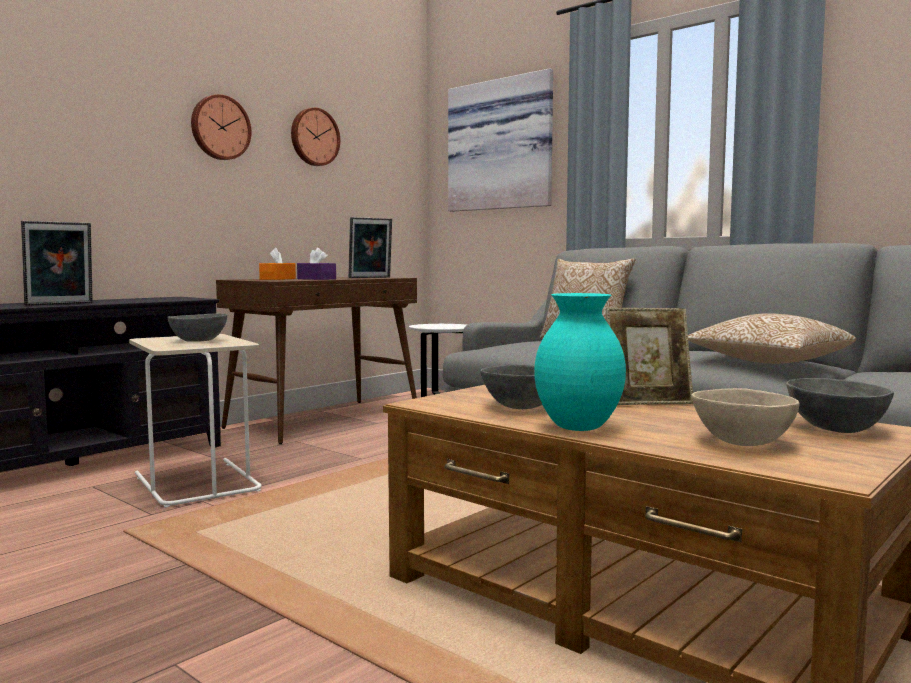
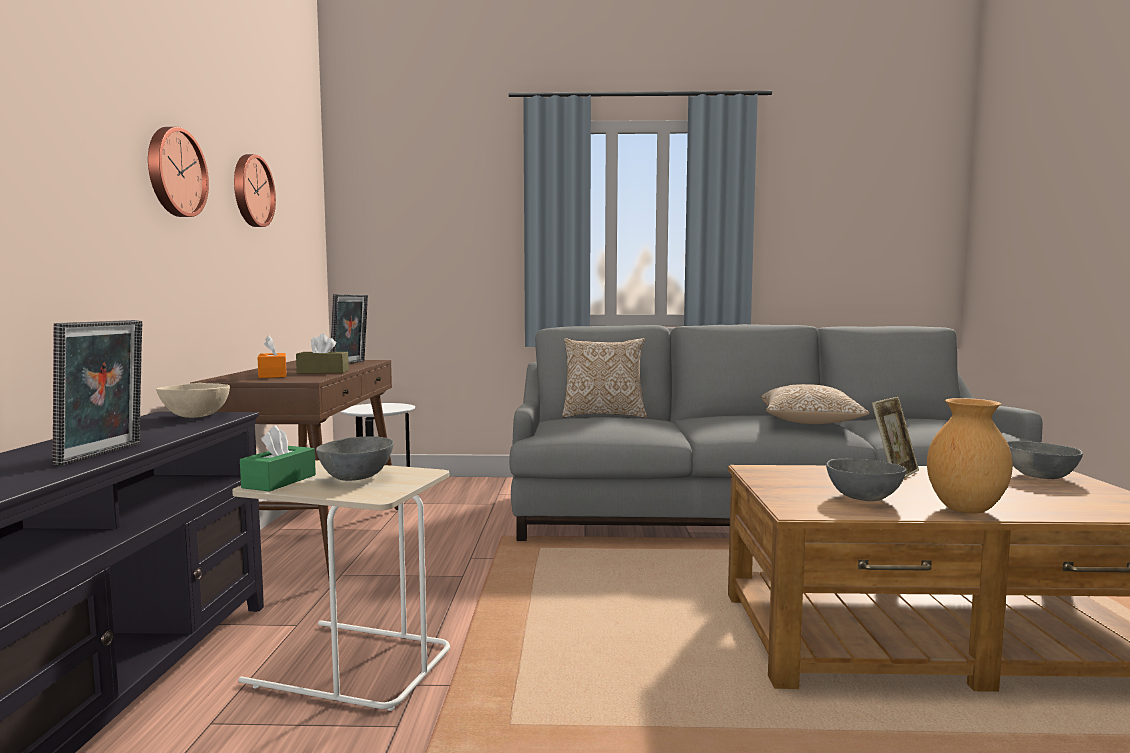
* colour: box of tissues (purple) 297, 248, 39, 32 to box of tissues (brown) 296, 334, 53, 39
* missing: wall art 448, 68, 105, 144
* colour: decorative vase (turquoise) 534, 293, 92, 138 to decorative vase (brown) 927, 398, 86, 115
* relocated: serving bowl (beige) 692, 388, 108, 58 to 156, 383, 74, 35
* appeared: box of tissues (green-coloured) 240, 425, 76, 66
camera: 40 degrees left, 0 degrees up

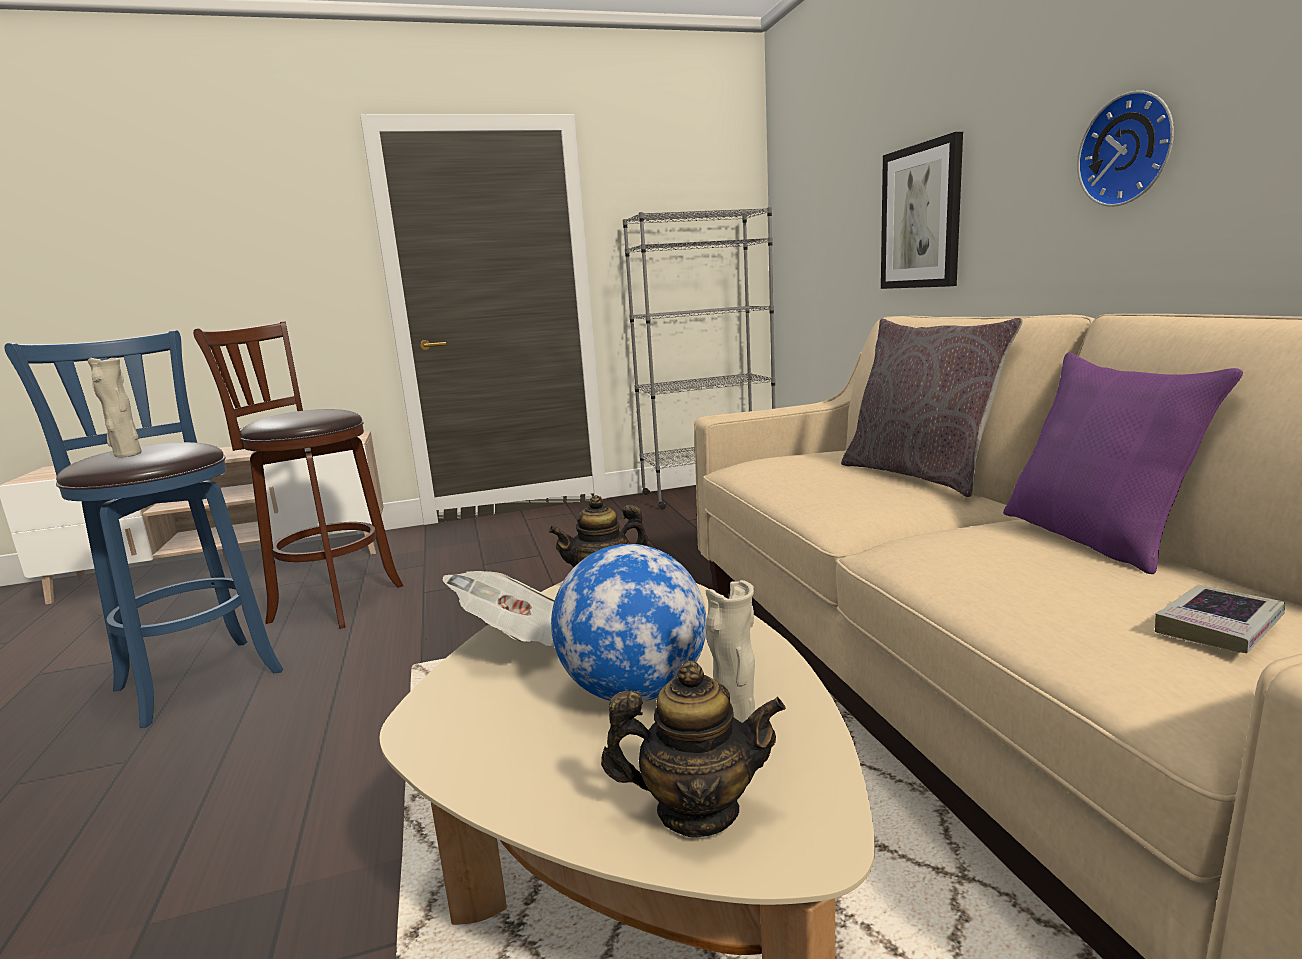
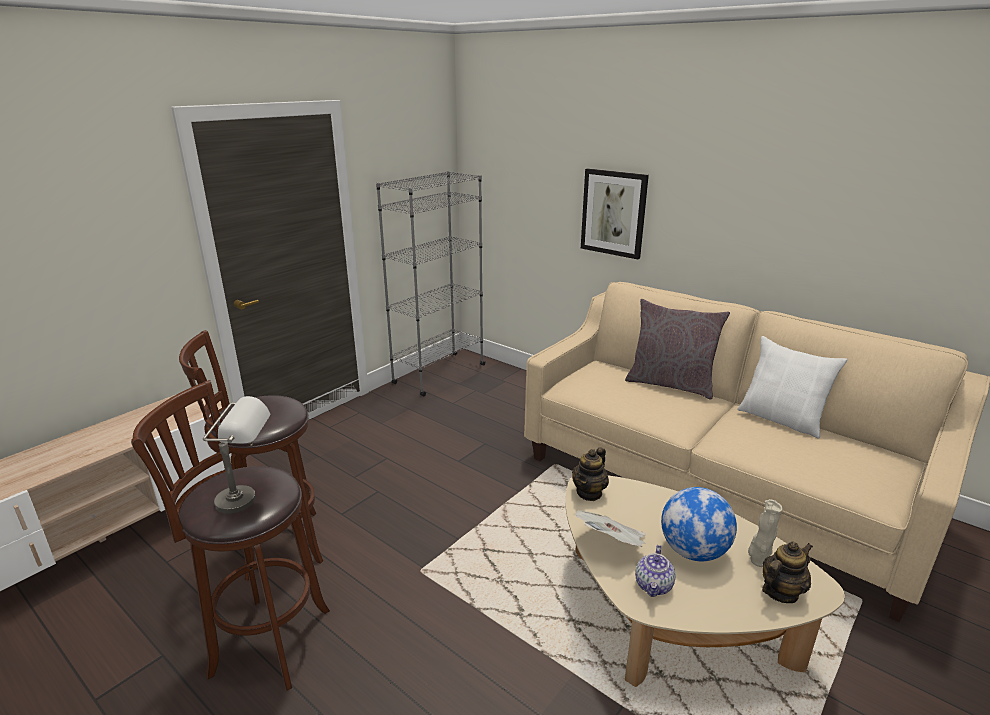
* colour: stool (bluish) 4, 330, 279, 398 to stool (brown) 131, 380, 199, 311
* exchanged: decorative vase (beige) 87, 358, 55, 99 to table lamp (grey) 203, 396, 67, 118
* colour: throw pillow (purple) 1003, 353, 240, 221 to throw pillow (whitish) 737, 336, 110, 103
* missing: wall clock 1077, 90, 97, 117
* missing: bound book 1155, 585, 130, 68
* appeared: tea pot 635, 545, 41, 52
camera: 35 degrees left, 10 degrees up

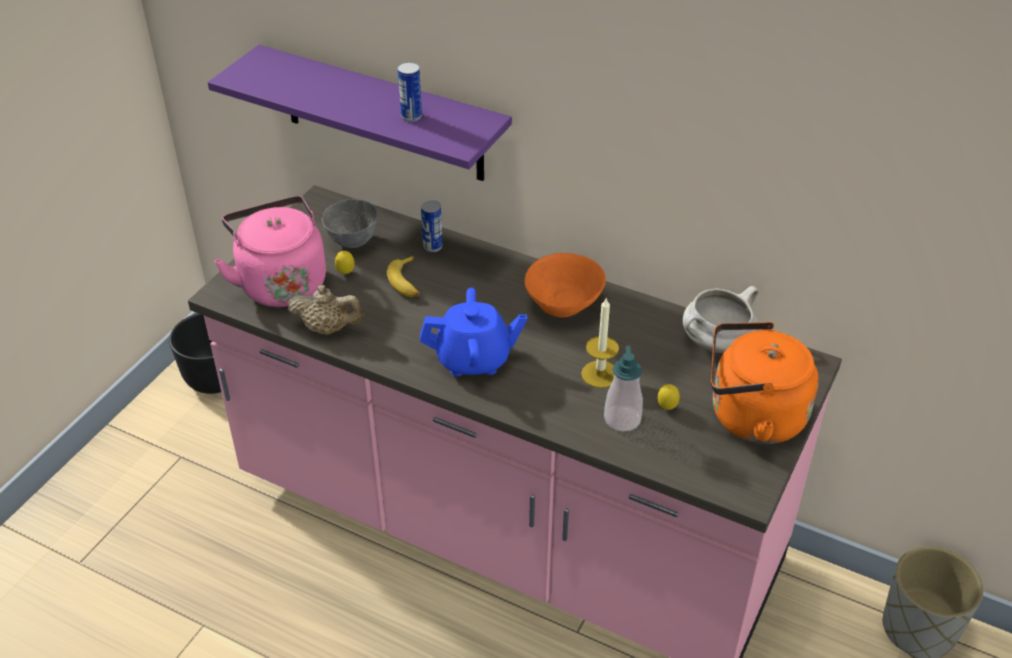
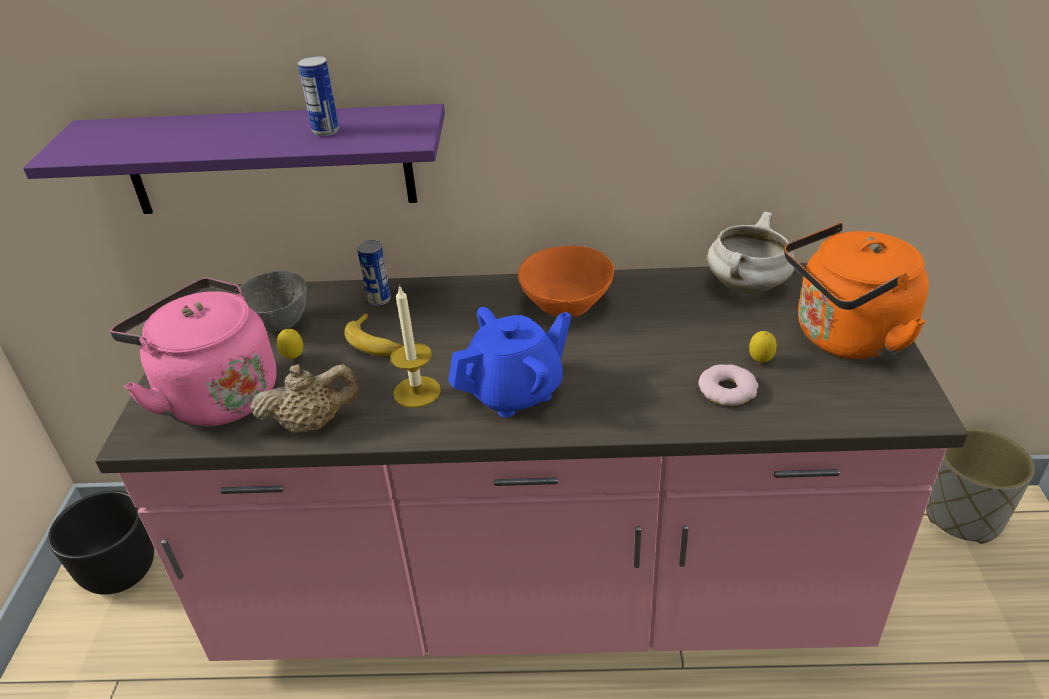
* relocated: candle 581, 298, 38, 90 to 390, 285, 51, 123
* exchanged: liquid soap bottle 604, 346, 39, 86 to doughnut 698, 364, 61, 42
camera: 25 degrees left, 5 degrees down

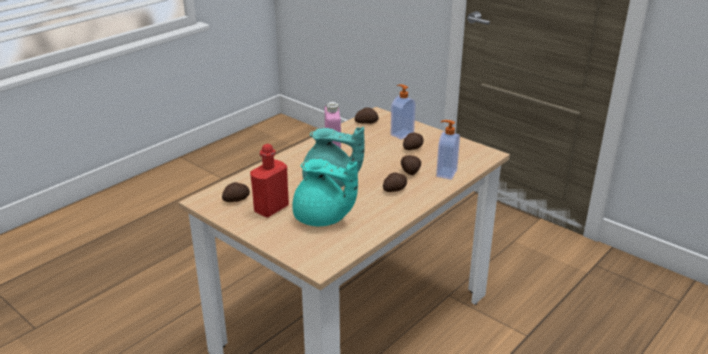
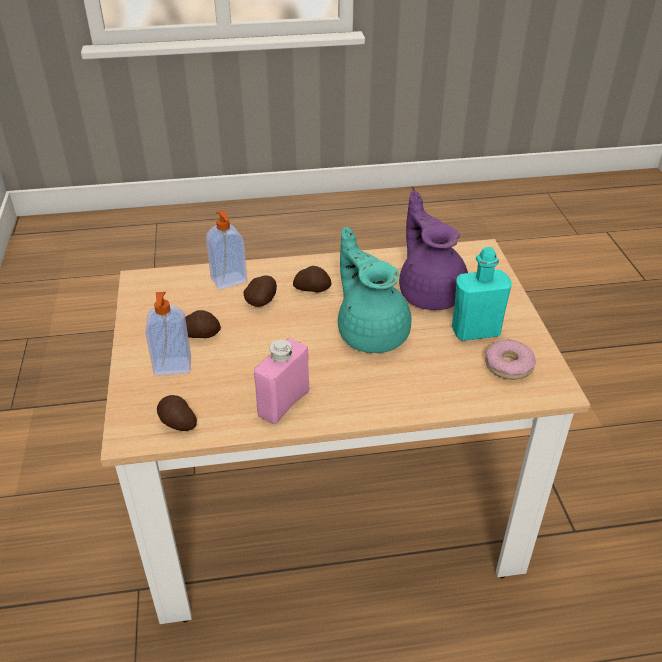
* exchanged: whole potato 222, 182, 28, 20 to doughnut 485, 339, 51, 41
* colour: drink bottle (red) 250, 144, 39, 73 to drink bottle (turquoise) 452, 247, 60, 94
* colour: tea pot (turquoise) 292, 159, 66, 67 to tea pot (purple) 399, 191, 69, 119
camera: 140 degrees left, 10 degrees up

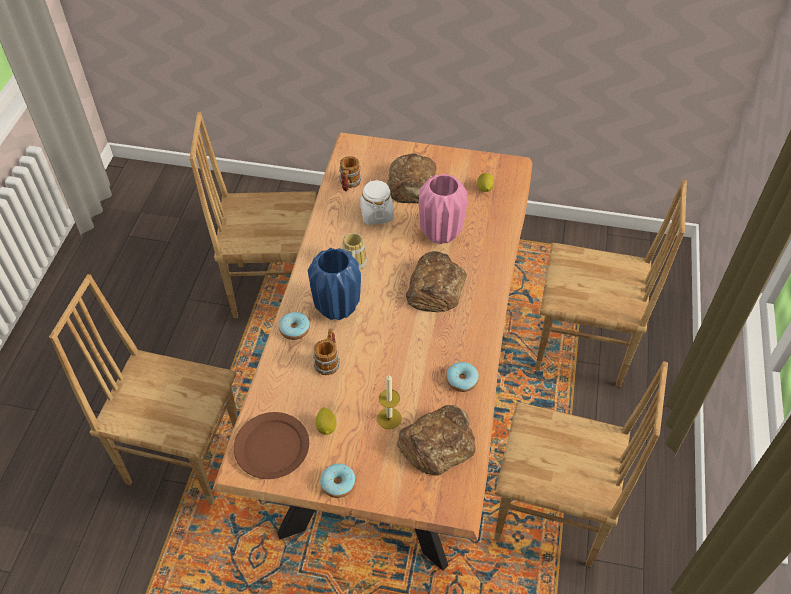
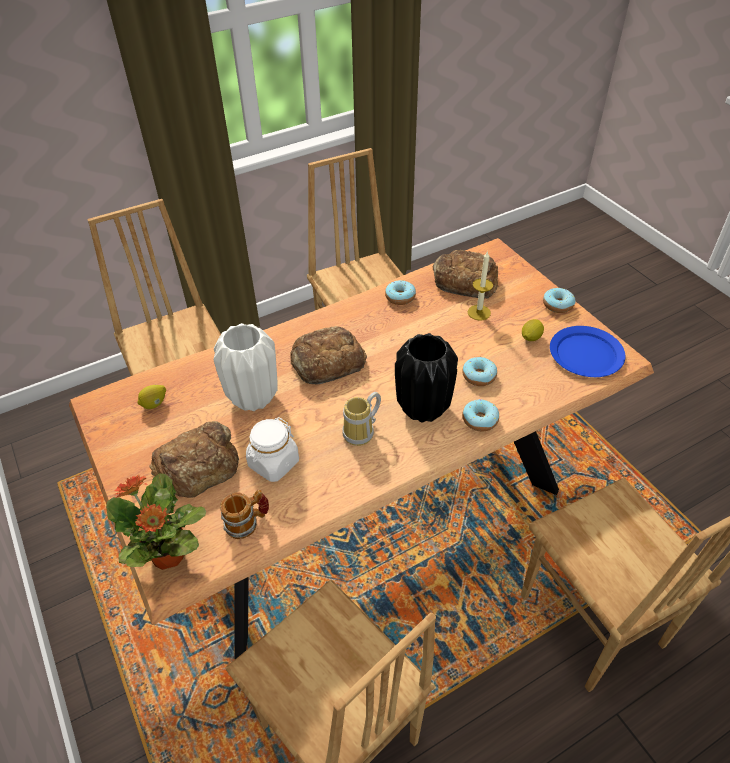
* colour: plate (brown) 234, 412, 75, 67 to plate (bluish) 550, 326, 75, 51
* colour: decorative vase (bluish) 308, 248, 53, 72 to decorative vase (black) 395, 333, 63, 90
* exchanged: coffee mug 313, 329, 27, 46 to doughnut 462, 357, 35, 29
* colour: decorative vase (pinkish) 419, 174, 48, 70 to decorative vase (whitish) 213, 323, 65, 88
* appeared: houseplant 106, 473, 100, 97
camera: 130 degrees left, 5 degrees down

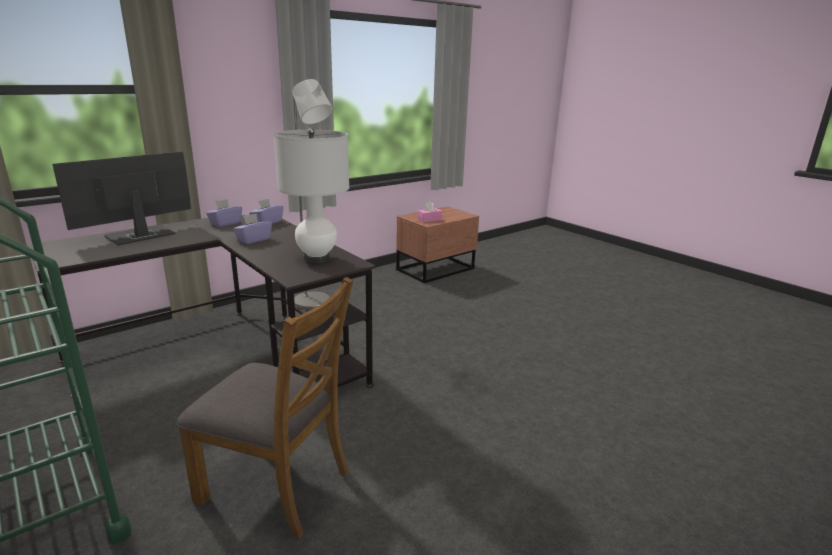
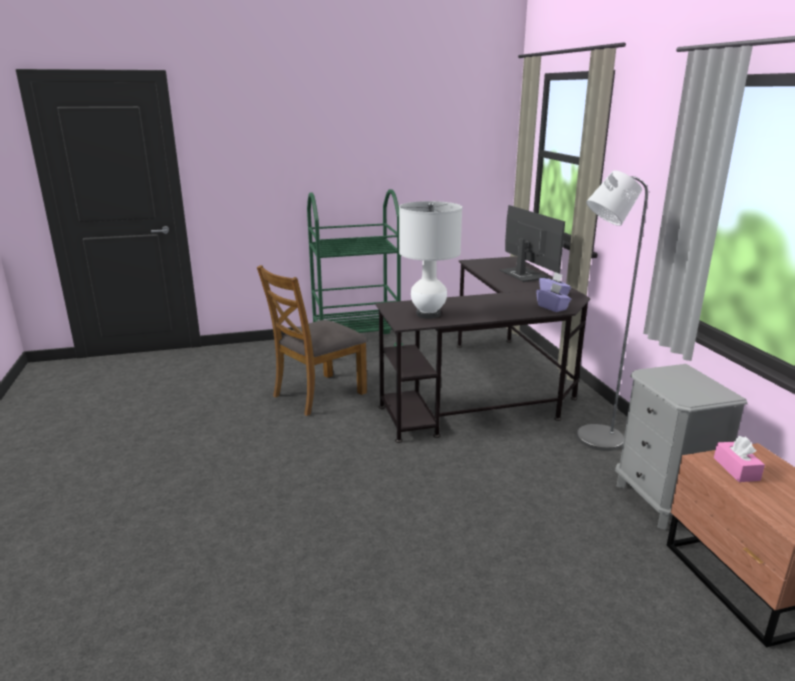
* missing: box of tissues (purple) 233, 213, 39, 31
* appeared: night table (grey) 615, 364, 133, 166
camera: 115 degrees right, 0 degrees up

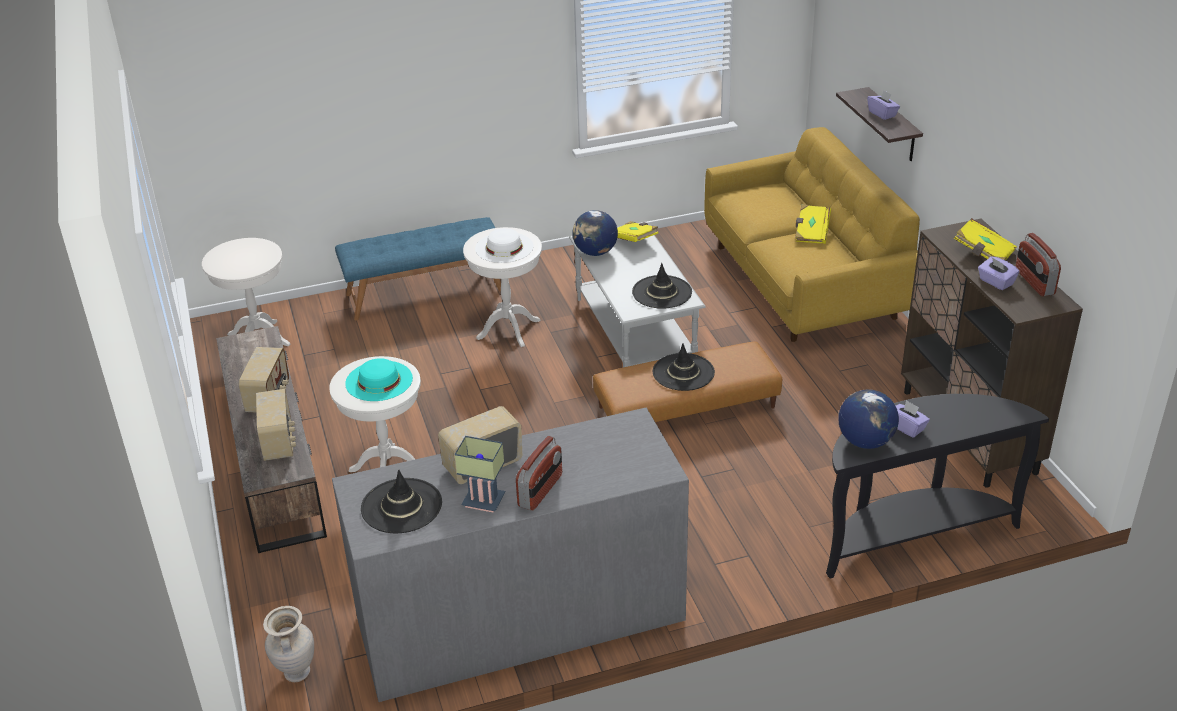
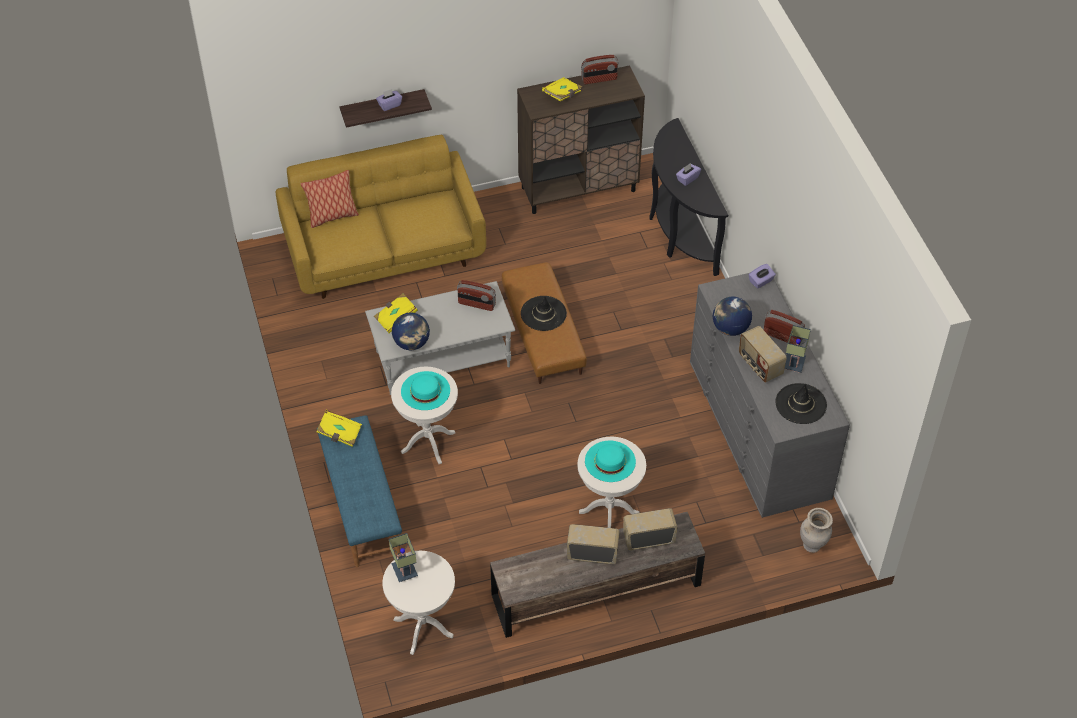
* colour: hat (whitish) 475, 228, 58, 35 to hat (turquoise) 401, 371, 49, 39
* exchanged: hat (black) 632, 263, 60, 46 to radio receiver 457, 280, 39, 31
* relocated: bound book (yellow) 795, 204, 36, 40 to 317, 410, 45, 37
* relocated: world globe 838, 389, 61, 60 to 713, 297, 39, 39
* relocated: box of tissues (purple) 978, 256, 42, 34 to 748, 264, 28, 25
* appeared: throw pillow 300, 170, 59, 58
* appeared: table lamp 389, 533, 29, 49
camera: 90 degrees left, 15 degrees up

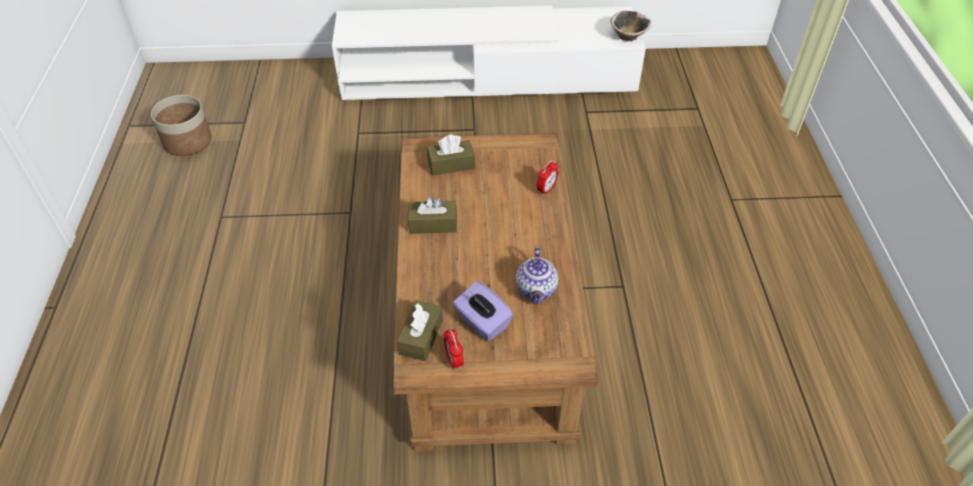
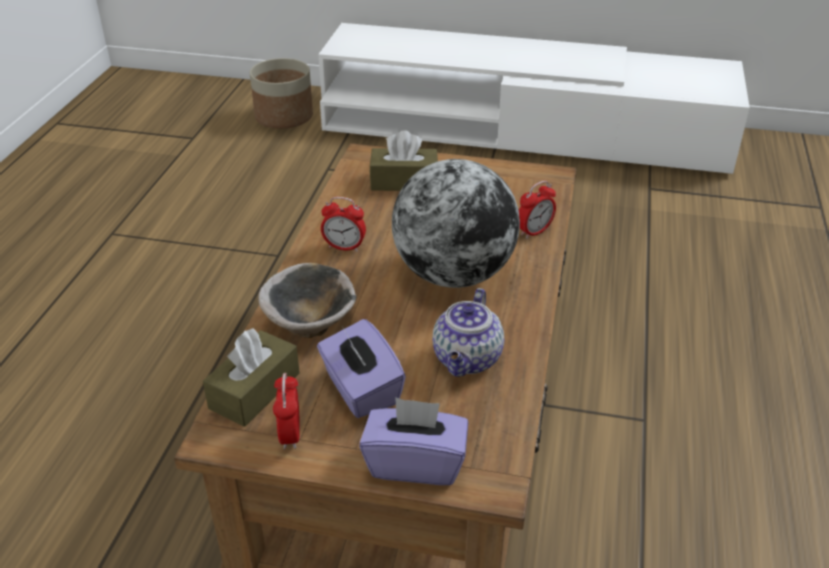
* relocated: flower pot 151, 95, 61, 61 to 250, 58, 63, 71
* exchanged: box of tissues (brown) 408, 197, 49, 37 to bedside clock 321, 197, 45, 55
* relocated: serving bowl 610, 11, 41, 30 to 258, 263, 98, 75
* appeared: box of tissues (purple) 359, 397, 109, 88
* appeared: world globe 392, 159, 128, 129
camera: 15 degrees right, 10 degrees down

